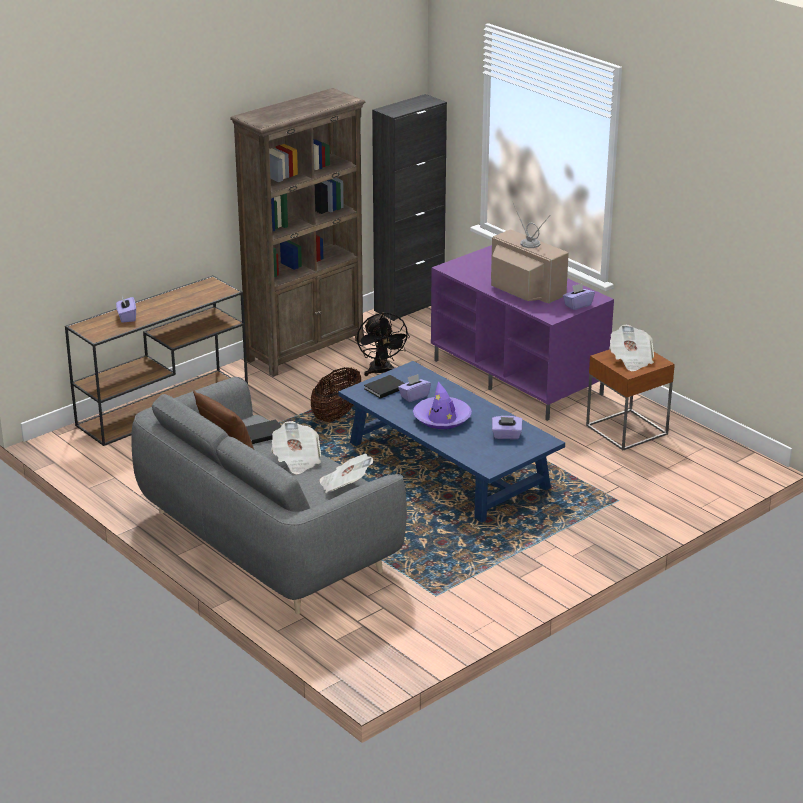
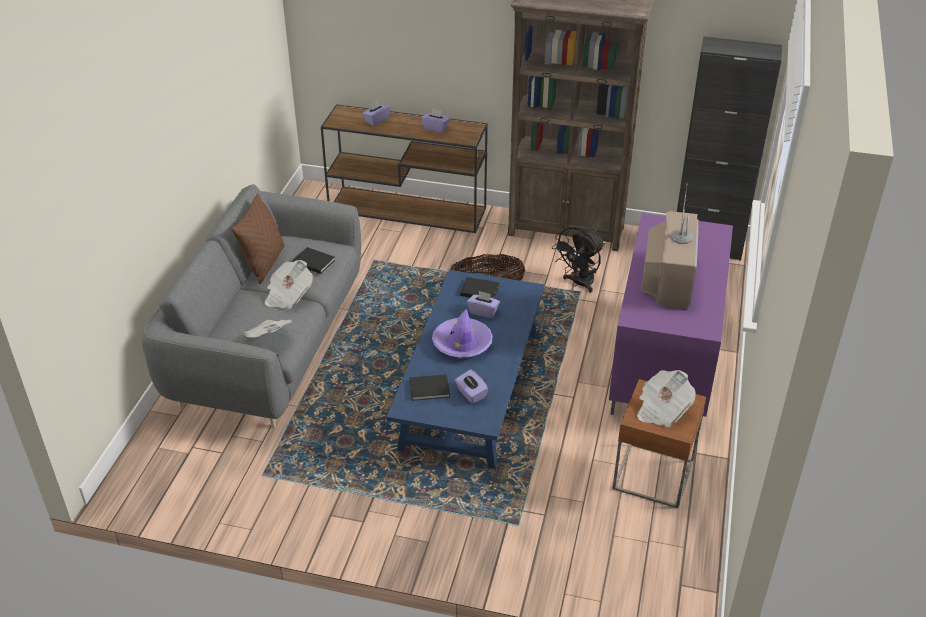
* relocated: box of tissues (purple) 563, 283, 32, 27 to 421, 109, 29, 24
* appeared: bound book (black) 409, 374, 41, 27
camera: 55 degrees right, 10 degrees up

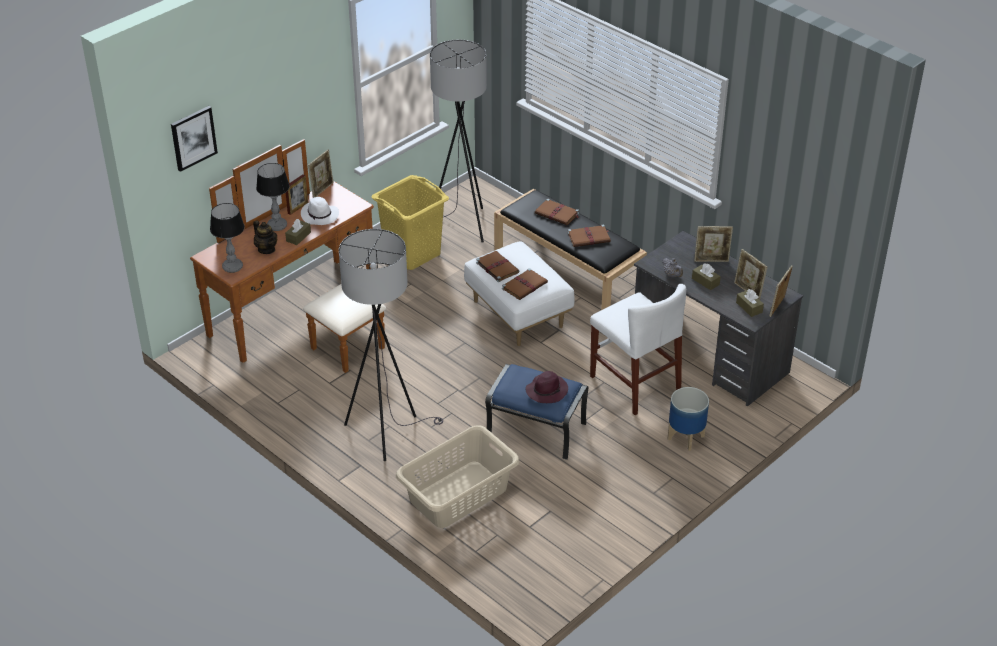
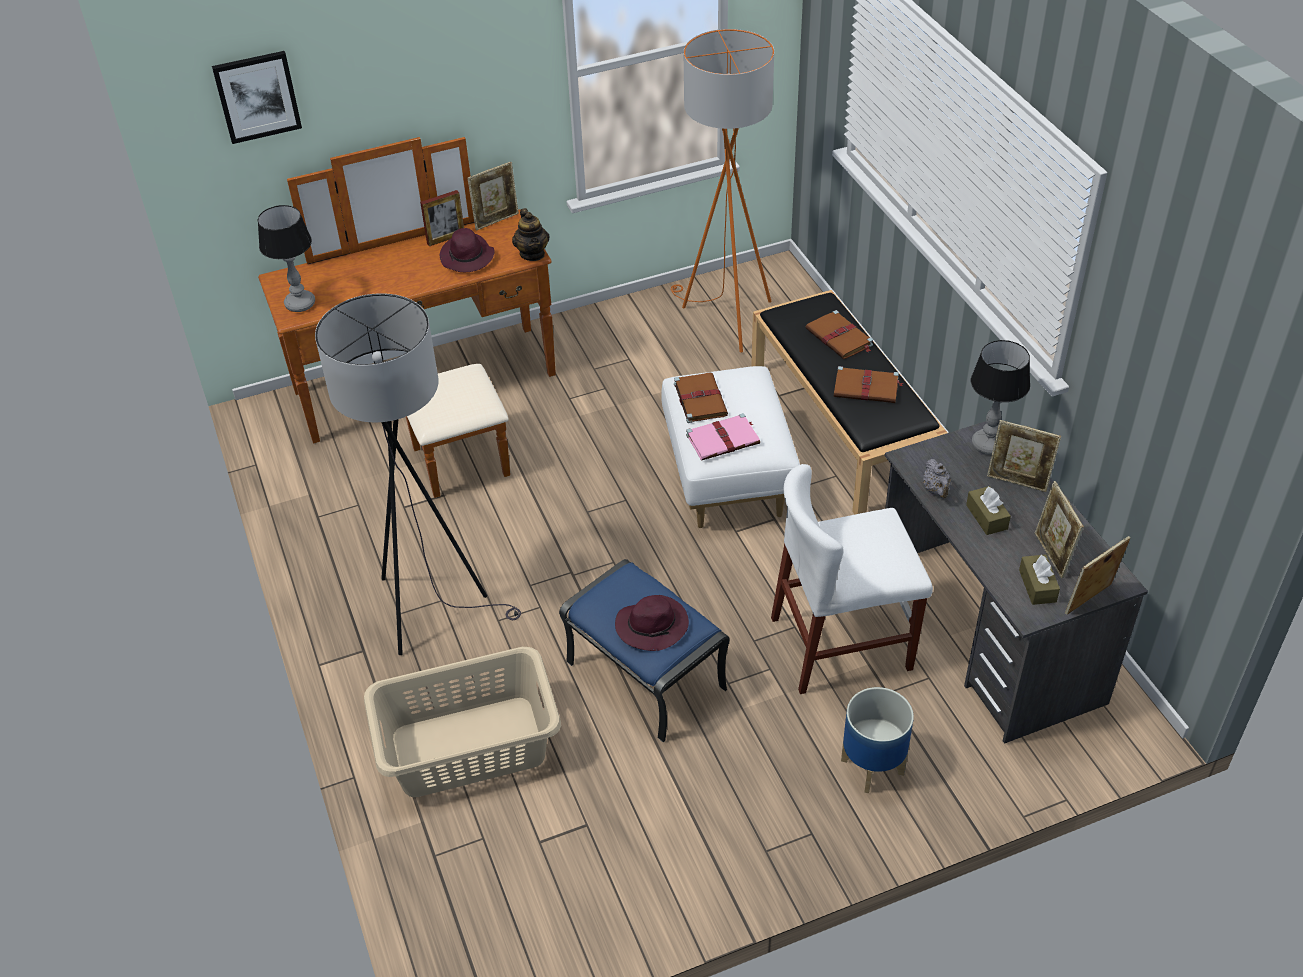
* relocated: tea pot 253, 220, 24, 34 to 512, 208, 38, 53
* relocated: table lamp 256, 163, 34, 68 to 971, 340, 59, 115
* missing: box of tissues (brown) 285, 219, 26, 26
* colour: hat (whitish) 301, 197, 38, 28 to hat (purple) 440, 228, 55, 44
* missing: washing basket (yellow) 371, 175, 78, 95
* colour: standard lamp (grey) 430, 40, 57, 203 to standard lamp (orangey) 671, 29, 103, 323
* colour: bound book (brown) 502, 268, 46, 32 to bound book (pinkish) 686, 413, 74, 47
* spun: plain chair (whitish) 590, 284, 96, 131 = 771, 464, 162, 230 90 degrees clockwise
camera: 25 degrees right, 5 degrees up

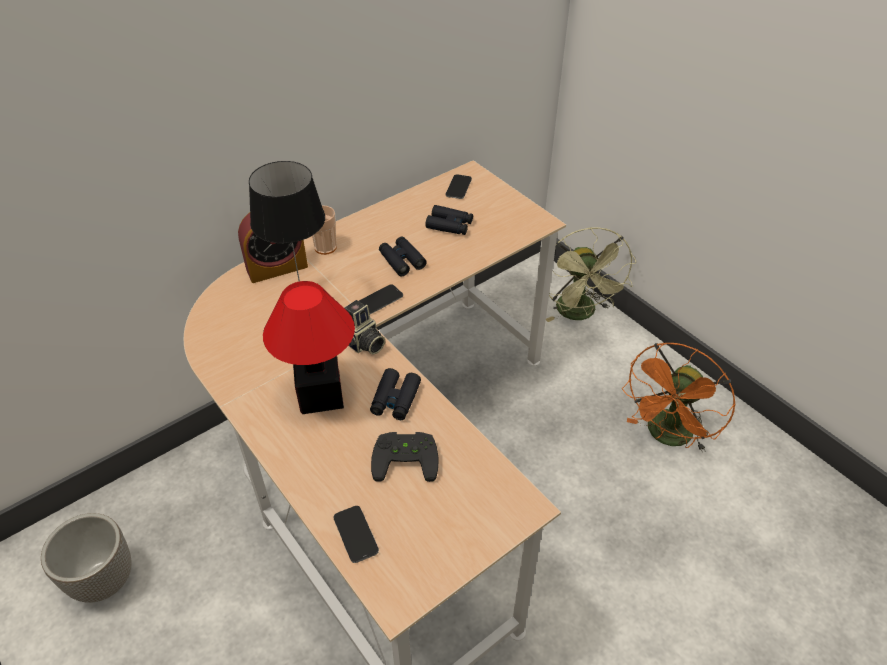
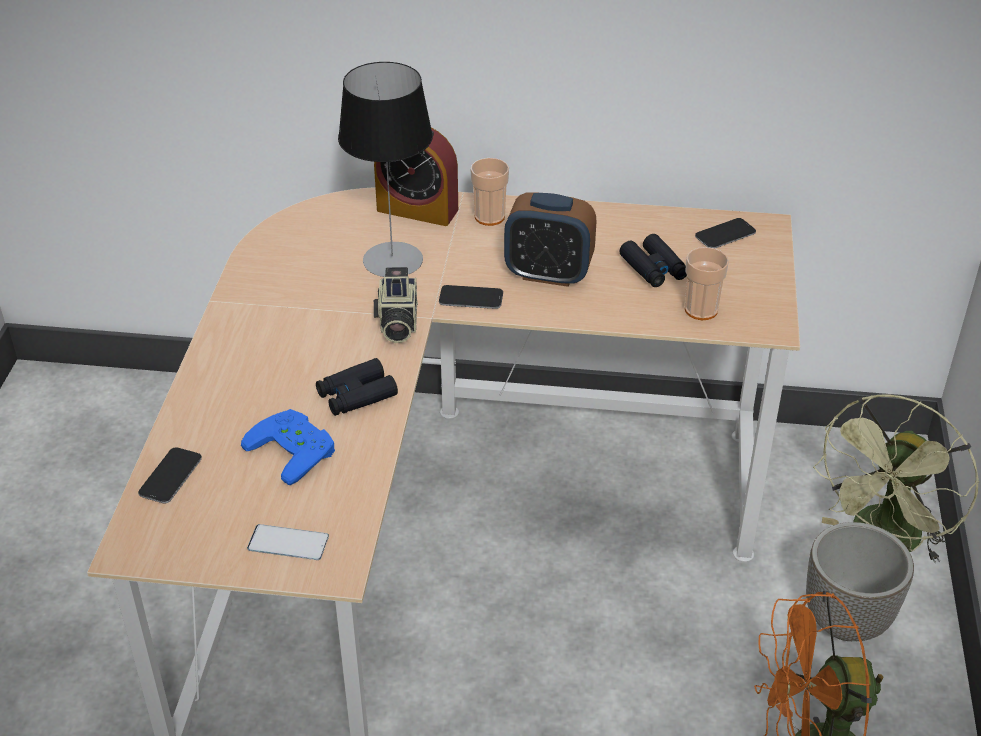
* relocated: flower pot 41, 513, 90, 90 to 806, 522, 108, 119
* missing: table lamp 263, 281, 92, 133
* colour: joypad (black) 371, 432, 67, 50 to joypad (bluish) 241, 409, 94, 76
* exchanged: pair of binoculars (black) 379, 237, 48, 39 to bedside clock 504, 193, 92, 94
* appeared: handset 247, 524, 82, 36
* appeared: small cup 685, 247, 44, 73
camera: 45 degrees right, 5 degrees down

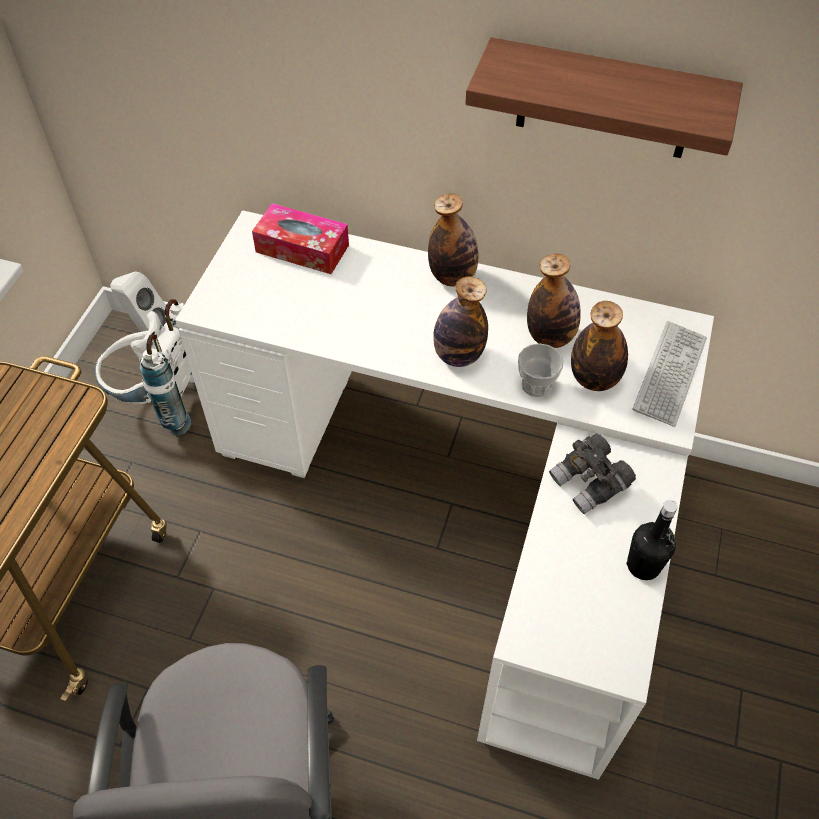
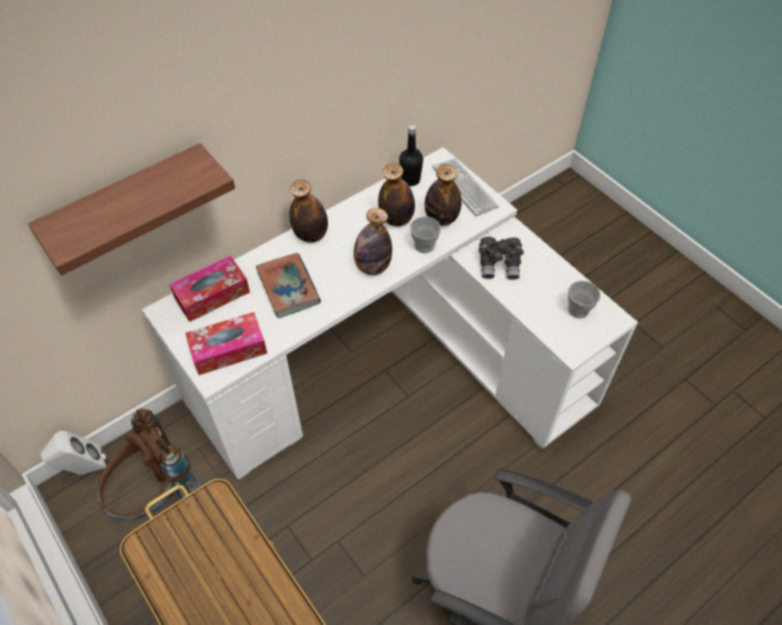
* colour: backpack (whitish) 95, 299, 101, 136 to backpack (brown) 98, 408, 102, 112
* relocated: shelf 465, 37, 278, 121 to 28, 143, 207, 133
* relocated: drink bottle (black) 626, 500, 52, 80 to 399, 125, 24, 61
* appeared: box of tissues 185, 312, 82, 63
* appeared: bound book 256, 253, 65, 65
* appeared: small cup 568, 281, 33, 38
camera: 55 degrees left, 0 degrees up

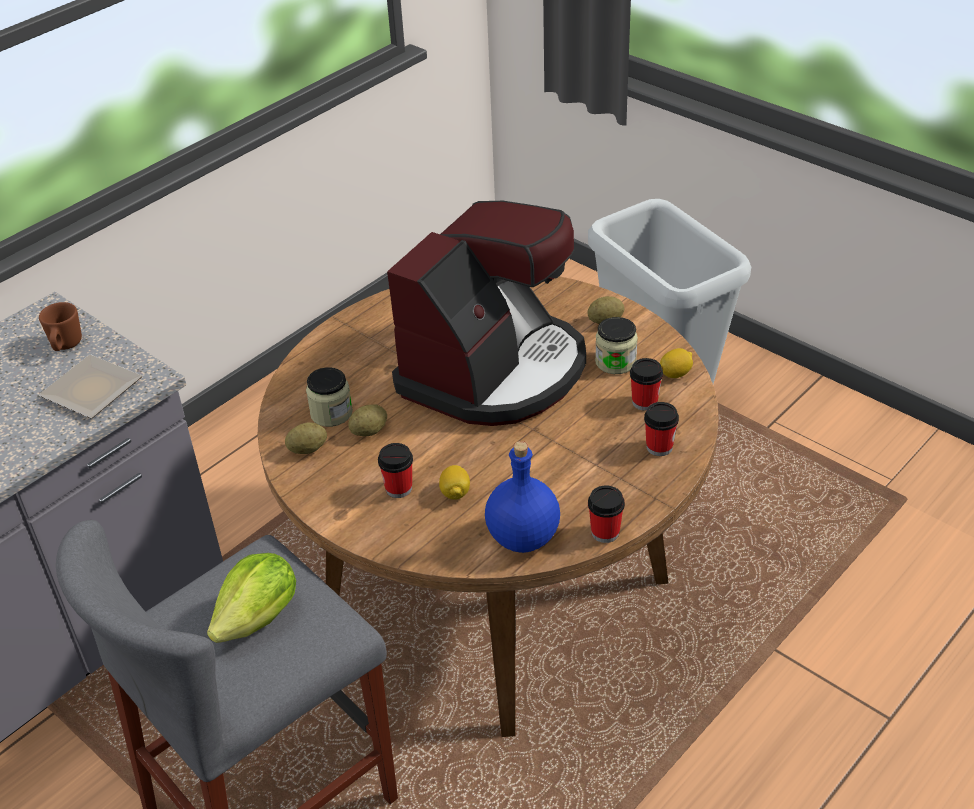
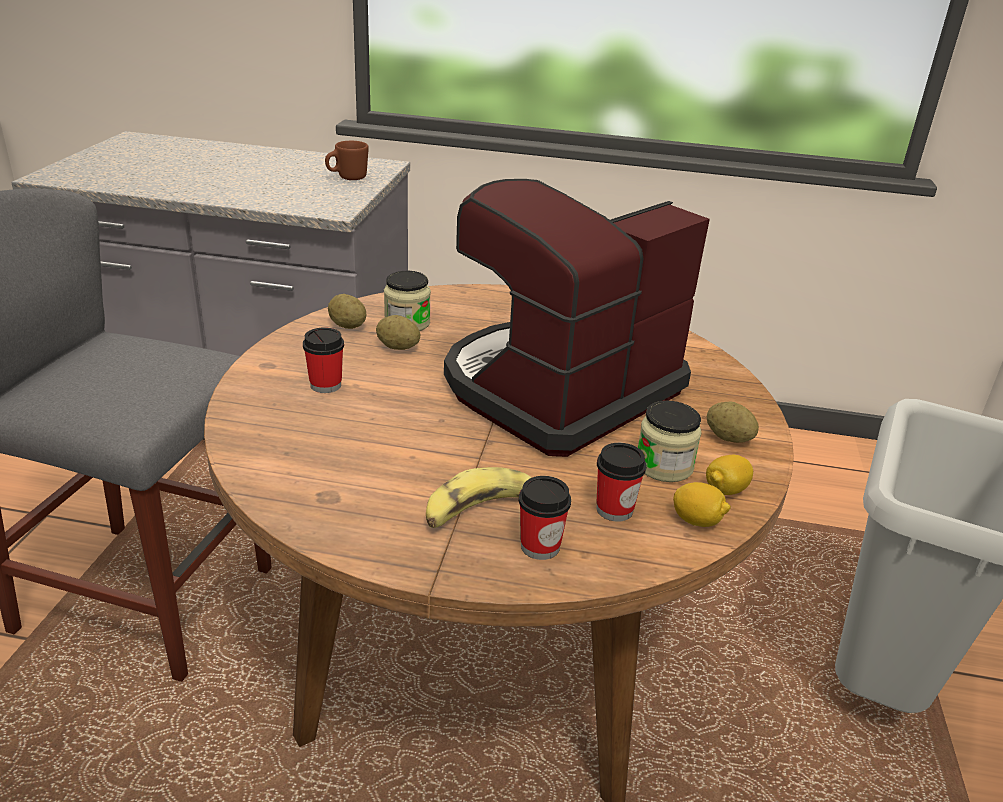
* missing: plate 38, 354, 104, 64
* missing: head of lettuce 207, 553, 89, 90
* spun: coffee maker 387, 201, 199, 225 = 444, 179, 266, 278 135 degrees clockwise
* relocated: lemon 439, 465, 31, 35 to 706, 455, 47, 40
* missing: drink bottle (bluish) 485, 441, 75, 112
* missing: small cup 588, 486, 37, 57
* appeared: banana fruit 426, 467, 105, 61
camera: 55 degrees right, 10 degrees down

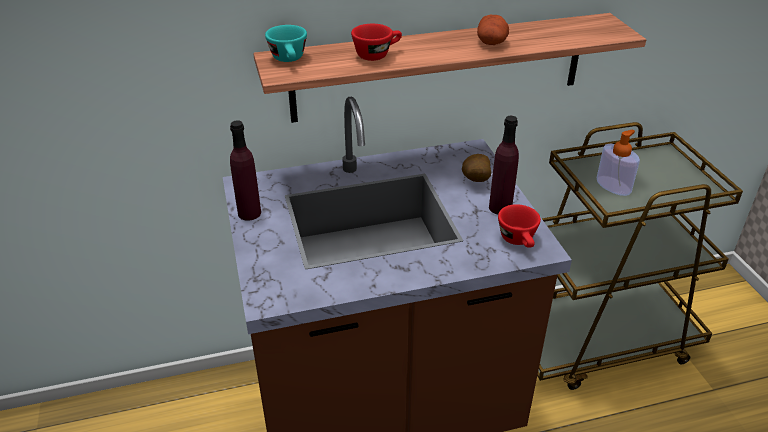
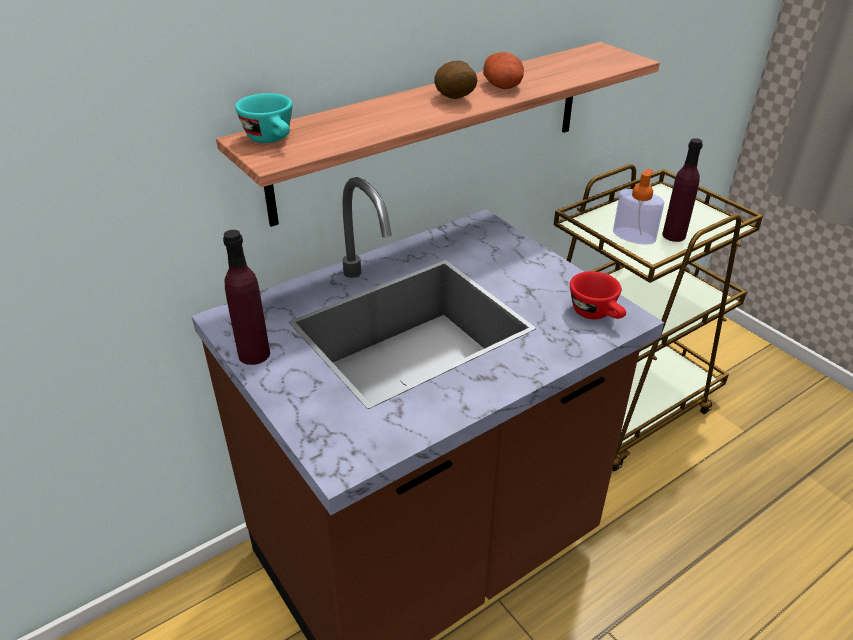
* missing: small cup (red) 351, 24, 51, 37
* relocated: whole potato 462, 154, 29, 28 to 434, 61, 43, 38
* relocated: drink bottle (purple) 489, 116, 30, 99 to 662, 138, 41, 104
camera: 20 degrees left, 0 degrees up

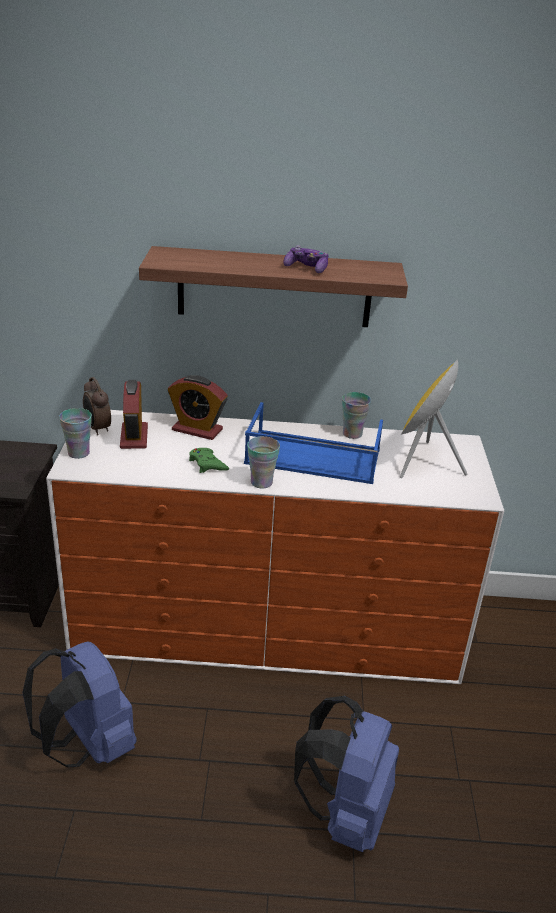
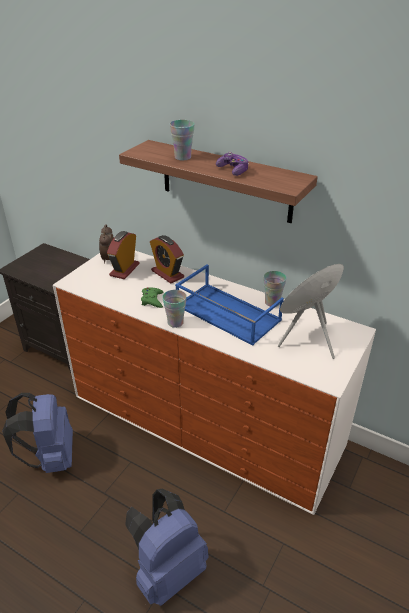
* relocated: small cup 59, 408, 33, 51 to 170, 120, 25, 40
camera: 30 degrees right, 5 degrees up

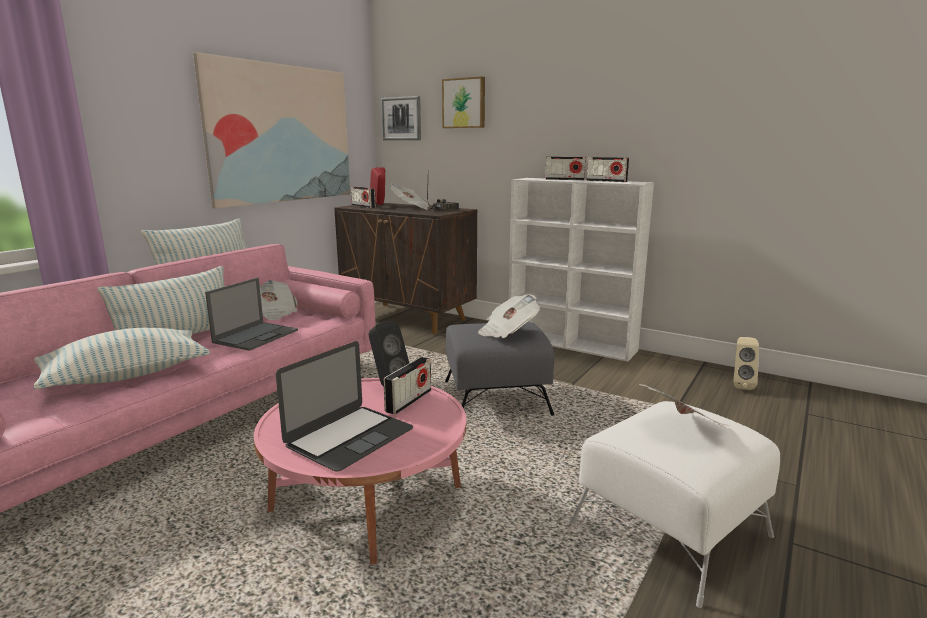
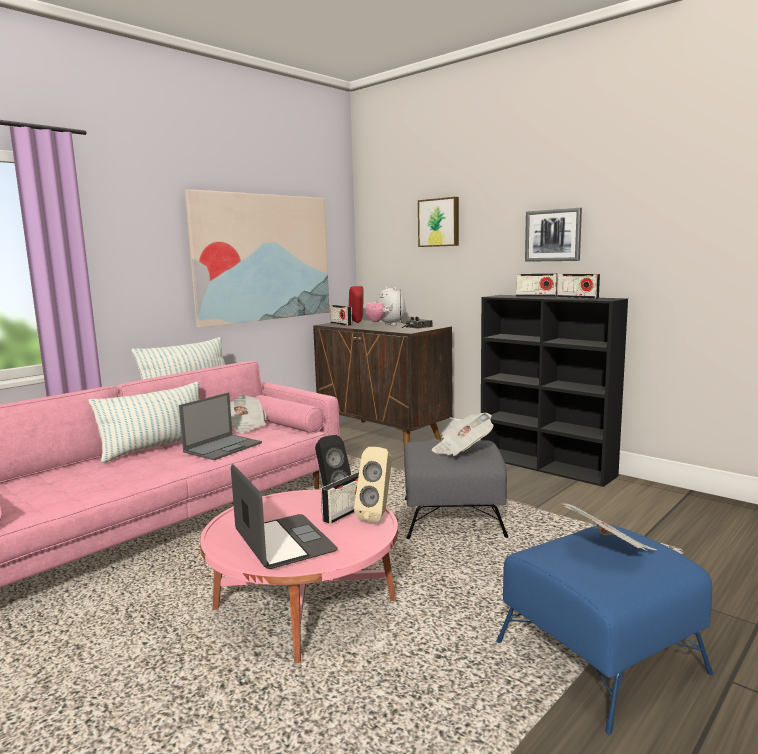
* missing: throw pillow 34, 328, 176, 62
* spun: laptop 276, 341, 137, 131 = 231, 464, 107, 105 75 degrees counterclockwise
* relocated: wall art 381, 96, 40, 44 to 525, 208, 57, 54
* exchanged: printed paper 390, 184, 40, 25 to plush toy 365, 286, 41, 40
* colour: bookcase (whitish) 509, 178, 145, 184 to bookcase (black) 480, 295, 148, 192
* colour: ottoman (whitish) 570, 401, 210, 207 to ottoman (bluish) 496, 525, 217, 209
* relocated: audio speaker (beige) 734, 337, 25, 53 to 354, 447, 38, 75
camera: 10 degrees right, 5 degrees down

